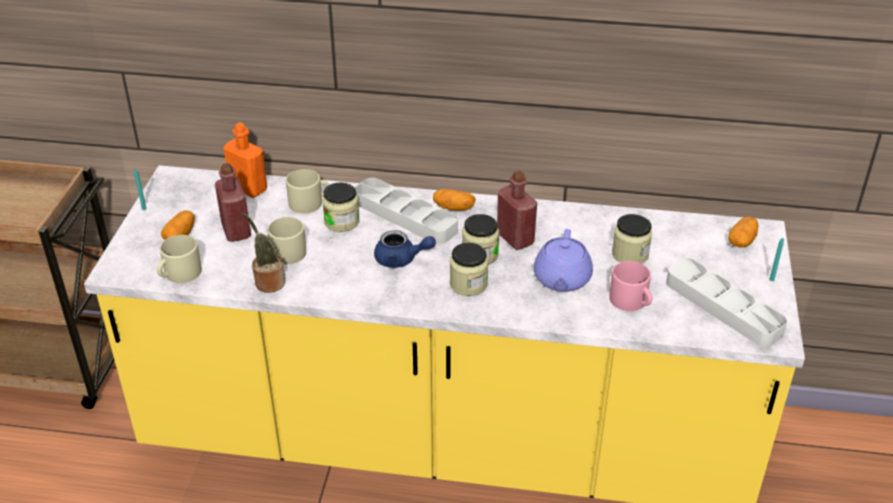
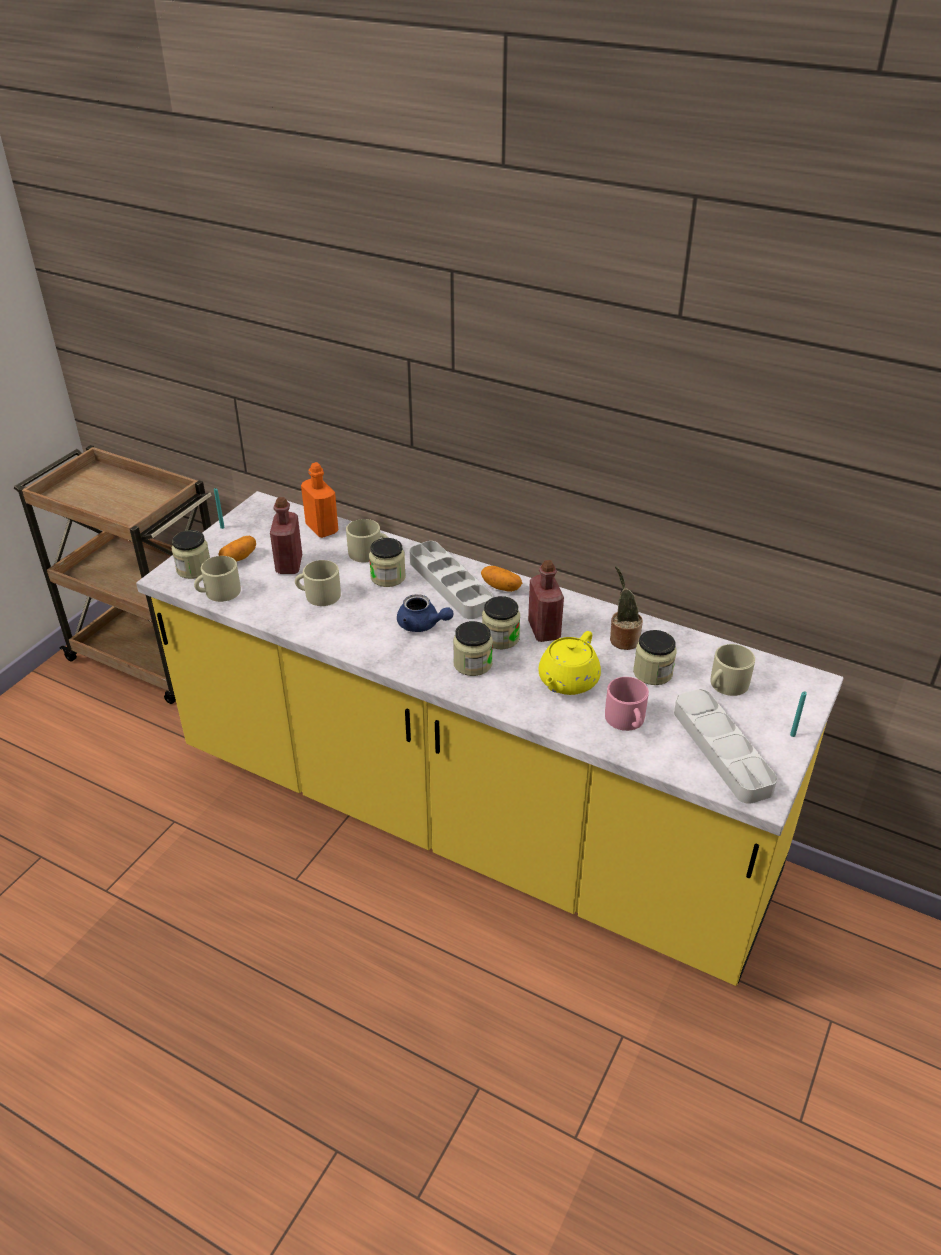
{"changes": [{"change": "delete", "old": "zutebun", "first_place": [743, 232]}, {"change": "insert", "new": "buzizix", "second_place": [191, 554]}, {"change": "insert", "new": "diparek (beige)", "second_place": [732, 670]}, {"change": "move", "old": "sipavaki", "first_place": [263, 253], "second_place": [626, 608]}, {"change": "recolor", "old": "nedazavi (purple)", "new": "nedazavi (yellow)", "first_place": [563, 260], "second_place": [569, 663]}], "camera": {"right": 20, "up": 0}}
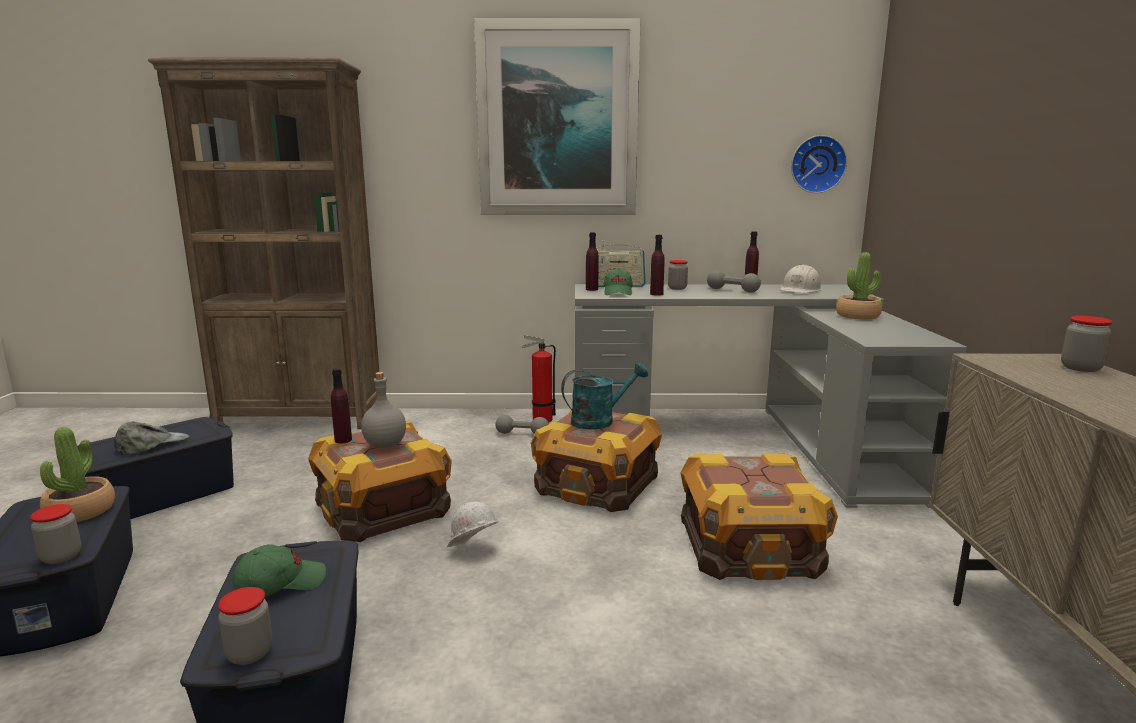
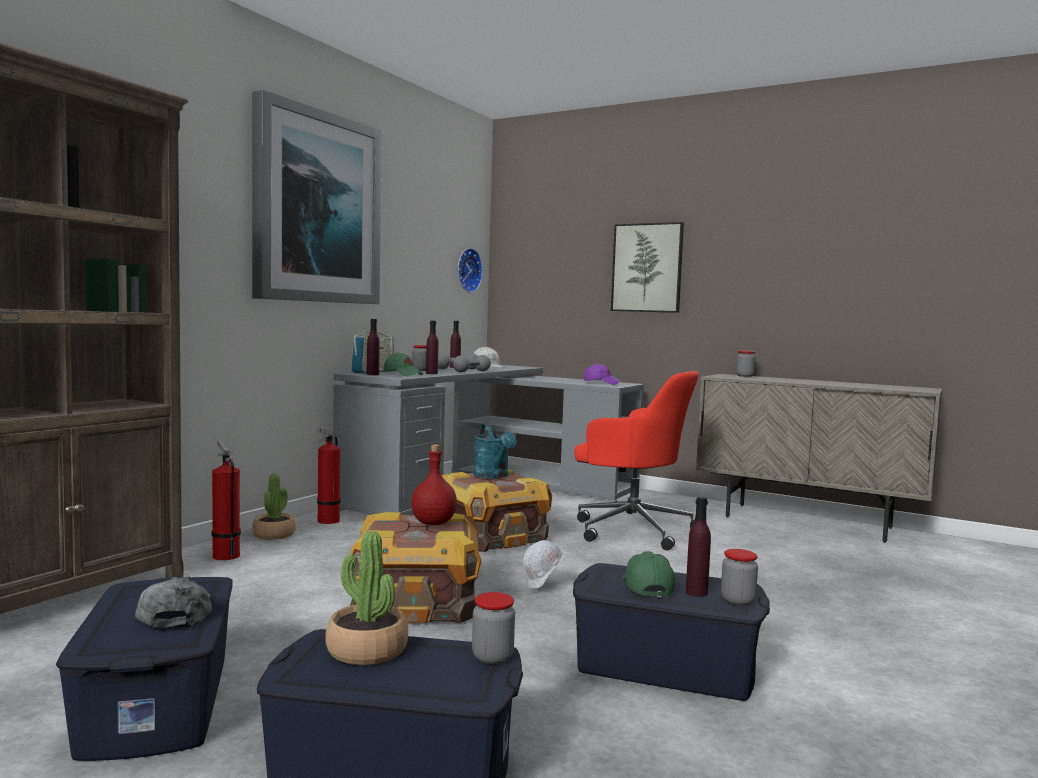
{"changes": [{"change": "insert", "new": "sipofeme", "second_place": [226, 500]}, {"change": "insert", "new": "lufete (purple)", "second_place": [602, 374]}, {"change": "insert", "new": "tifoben", "second_place": [647, 267]}, {"change": "move", "old": "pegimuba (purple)", "first_place": [341, 406], "second_place": [698, 547]}, {"change": "move", "old": "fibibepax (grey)", "first_place": [522, 424], "second_place": [472, 363]}, {"change": "move", "old": "sipavaki", "first_place": [859, 285], "second_place": [274, 506]}, {"change": "replace", "old": "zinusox", "new": "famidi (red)", "first_place": [759, 516], "second_place": [636, 460]}, {"change": "recolor", "old": "pegimuba (grey)", "new": "pegimuba (red)", "first_place": [383, 410], "second_place": [434, 484]}, {"change": "rotate", "old": "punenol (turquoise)", "first_place": [604, 396], "second_place": [494, 451], "degrees": 150}], "camera": {"right": -60, "up": -10}}
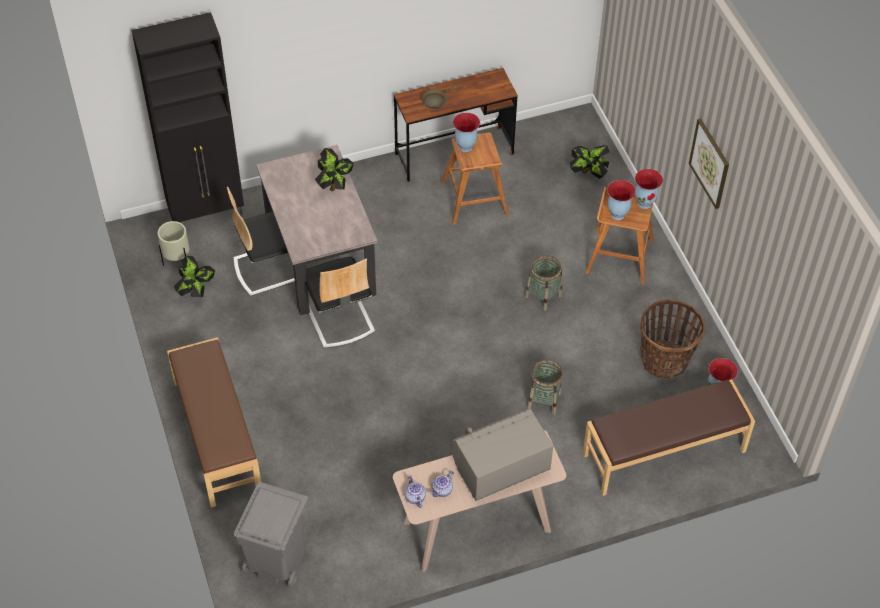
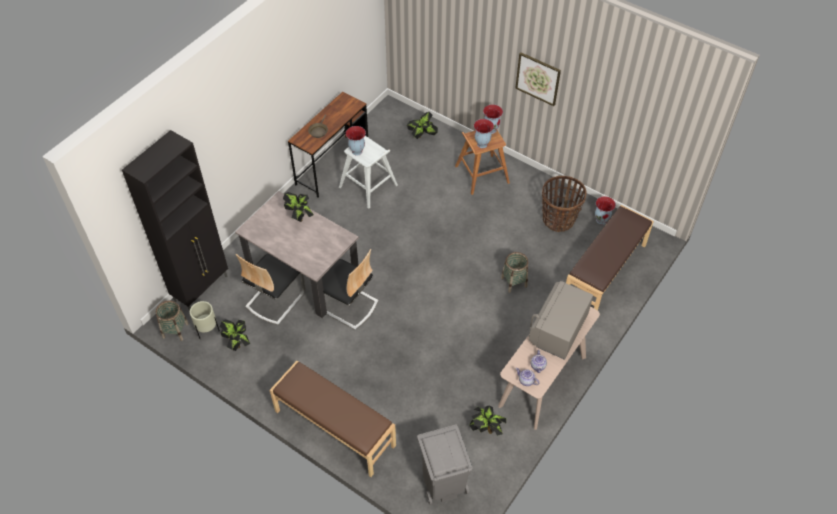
{"changes": [{"change": "insert", "new": "sipavaki", "second_place": [487, 421]}, {"change": "move", "old": "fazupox", "first_place": [543, 283], "second_place": [172, 321]}, {"change": "recolor", "old": "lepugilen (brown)", "new": "lepugilen (white)", "first_place": [475, 179], "second_place": [368, 172]}], "camera": {"right": -35, "up": 0}}
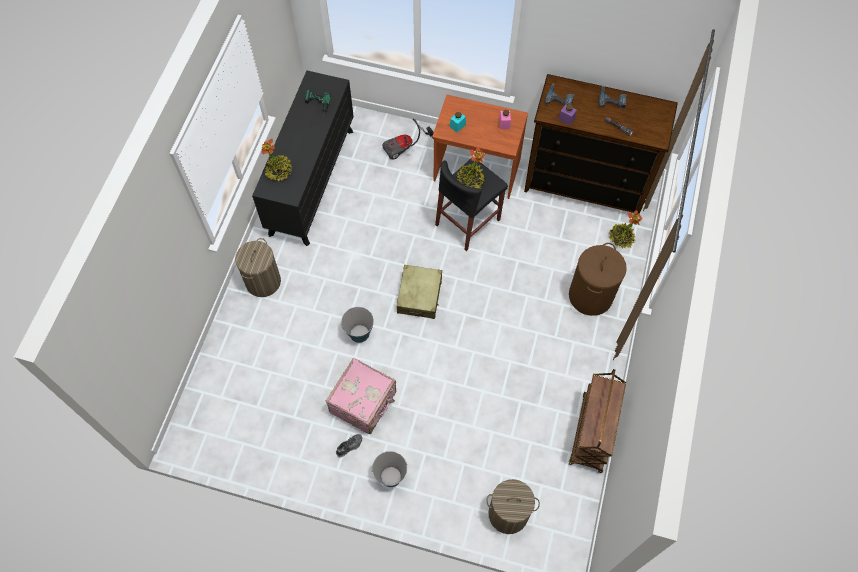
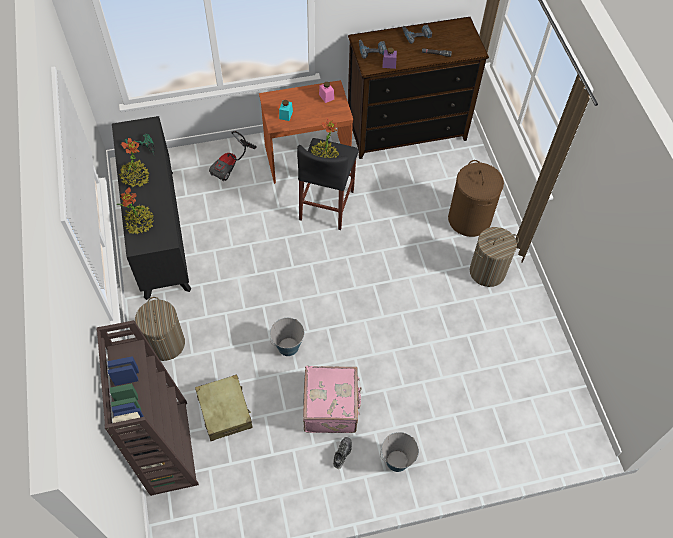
{"changes": [{"change": "delete", "old": "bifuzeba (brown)", "first_place": [597, 421]}, {"change": "insert", "new": "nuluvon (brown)", "second_place": [147, 408]}, {"change": "move", "old": "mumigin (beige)", "first_place": [419, 292], "second_place": [224, 408]}, {"change": "move", "old": "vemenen", "first_place": [513, 506], "second_place": [494, 257]}, {"change": "move", "old": "sipavaki", "first_place": [626, 229], "second_place": [134, 162]}], "camera": {"right": -30, "up": -5}}
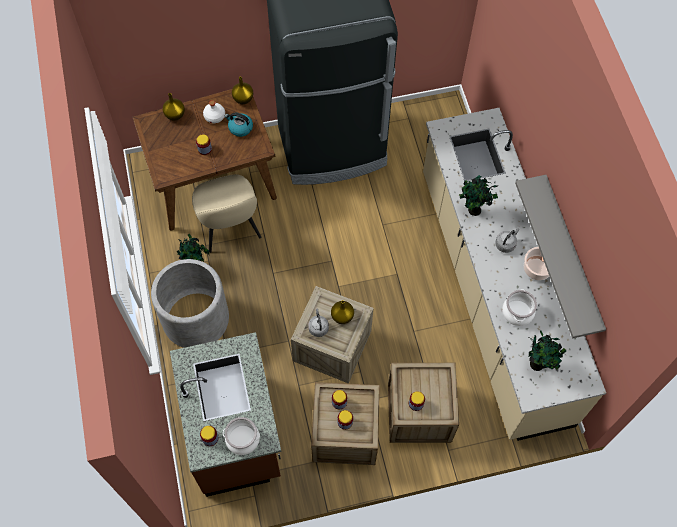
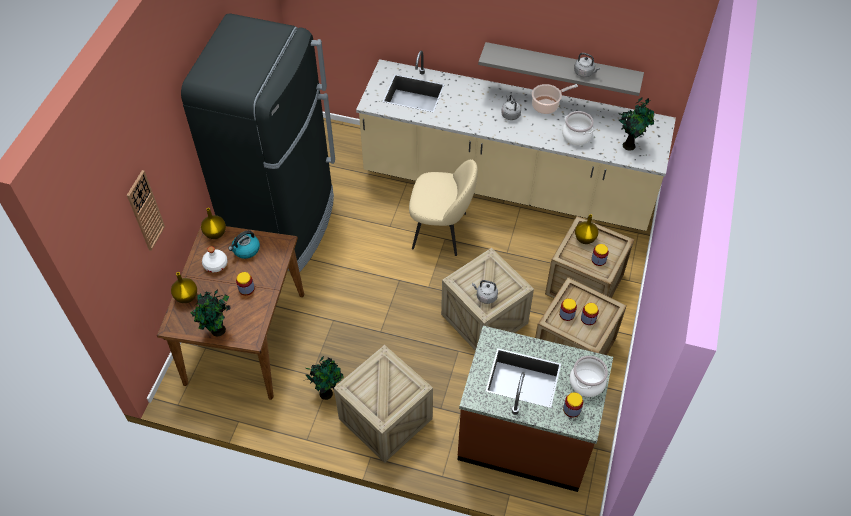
{"changes": [{"change": "insert", "new": "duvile", "second_place": [146, 210]}, {"change": "insert", "new": "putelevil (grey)", "second_place": [587, 65]}, {"change": "move", "old": "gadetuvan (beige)", "first_place": [226, 213], "second_place": [443, 207]}, {"change": "move", "old": "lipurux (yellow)", "first_place": [342, 312], "second_place": [586, 229]}, {"change": "move", "old": "sipavaki", "first_place": [478, 195], "second_place": [210, 312]}, {"change": "replace", "old": "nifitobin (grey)", "new": "zinusox", "first_place": [190, 303], "second_place": [383, 404]}], "camera": {"right": -60, "up": -10}}
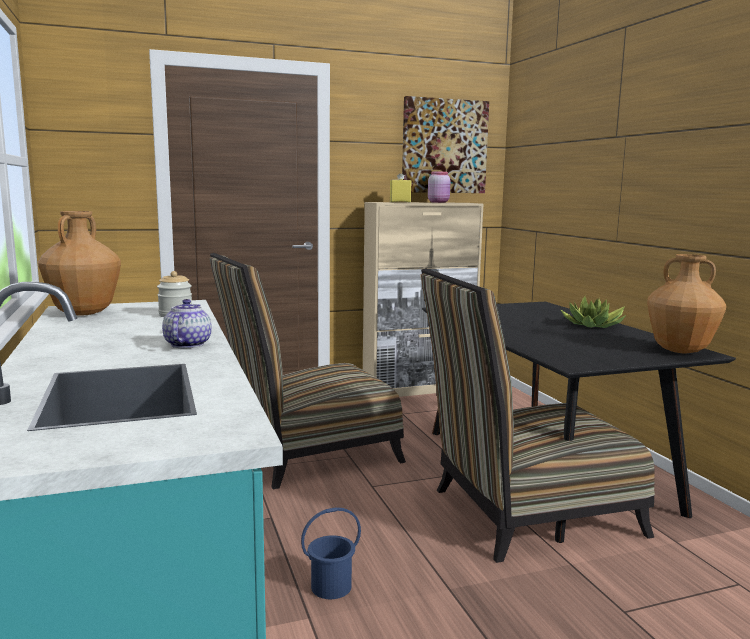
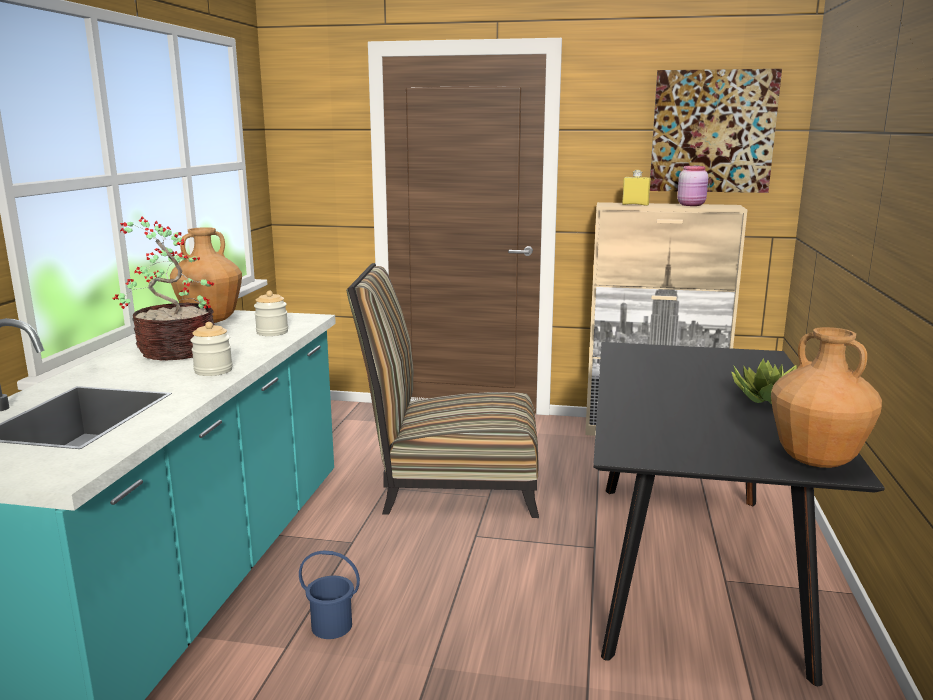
{"changes": [{"change": "delete", "old": "gadetuvan", "first_place": [538, 415]}, {"change": "insert", "new": "sipavaki", "second_place": [163, 288]}, {"change": "replace", "old": "nedazavi", "new": "buzizix", "first_place": [187, 323], "second_place": [212, 349]}], "camera": {"right": 30, "up": 5}}
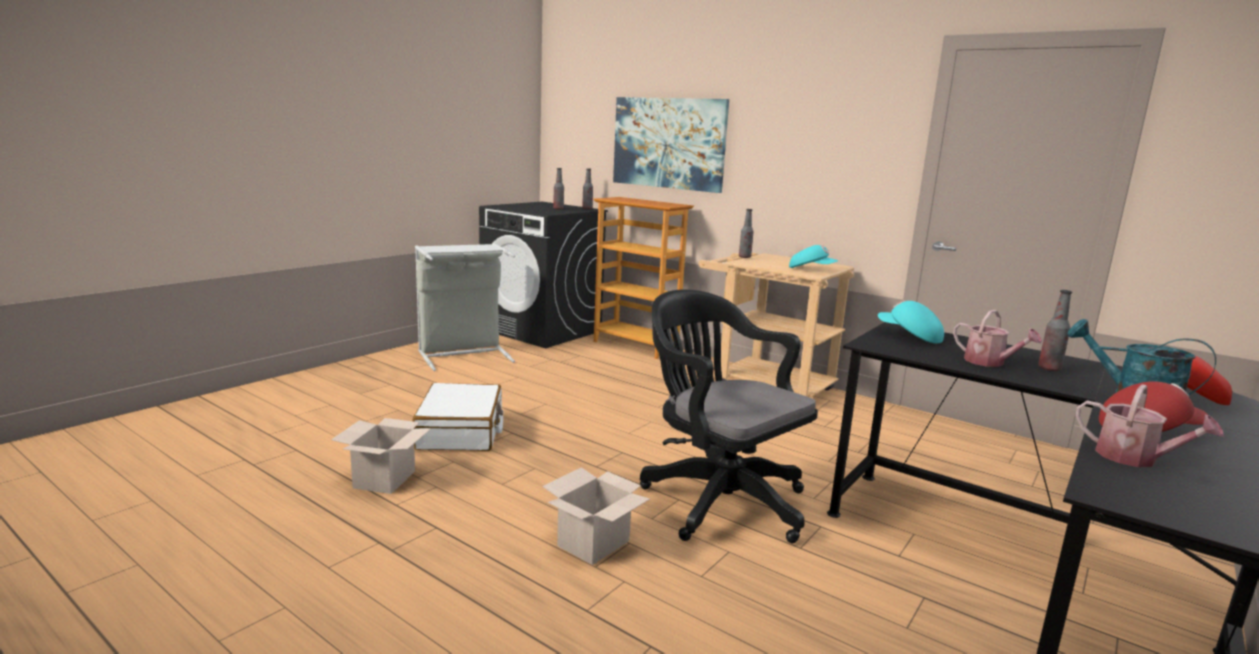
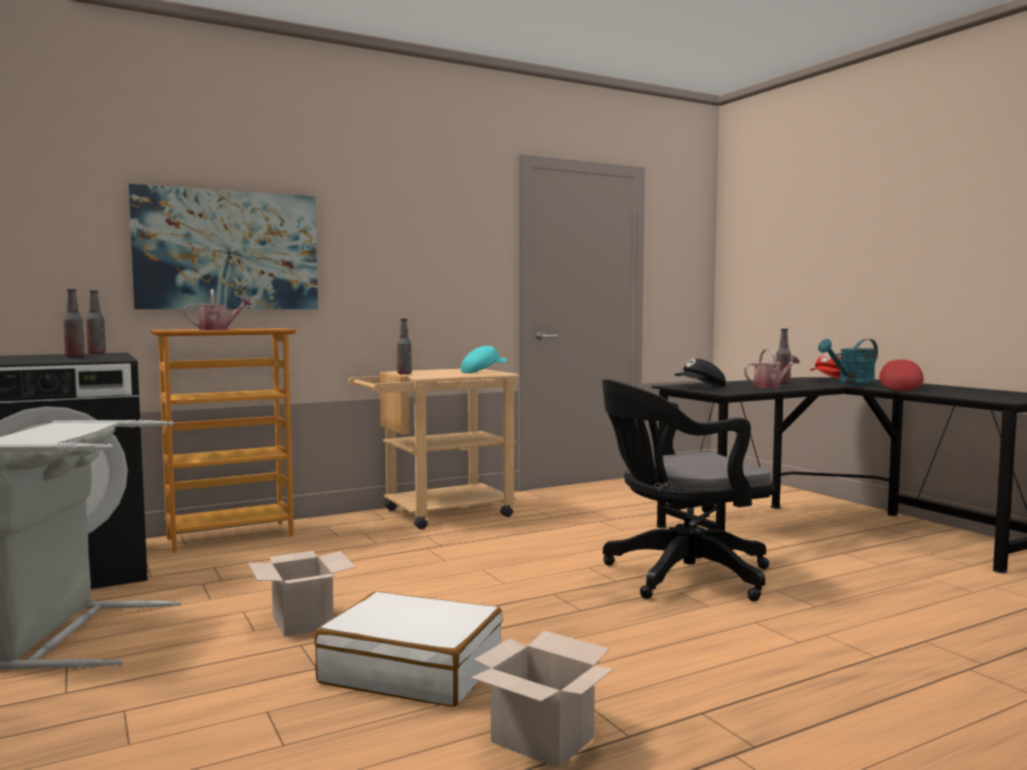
{"changes": [{"change": "move", "old": "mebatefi", "first_place": [596, 516], "second_place": [302, 594]}, {"change": "move", "old": "punenol", "first_place": [1150, 425], "second_place": [217, 309]}, {"change": "recolor", "old": "lufete (turquoise)", "new": "lufete (black)", "first_place": [911, 321], "second_place": [700, 373]}], "camera": {"right": -65, "up": -10}}
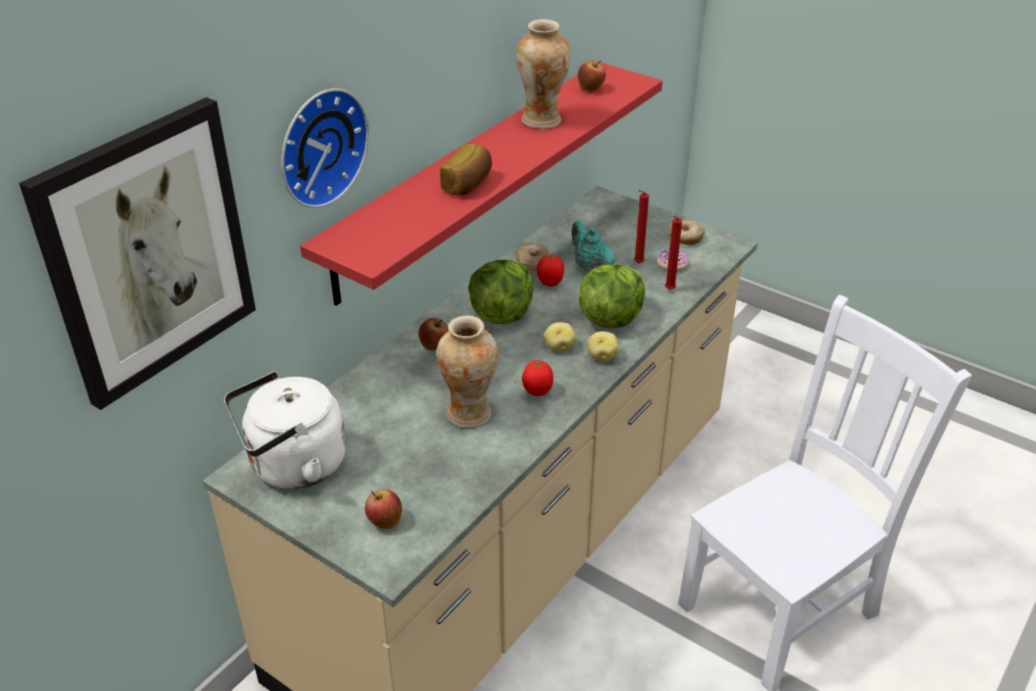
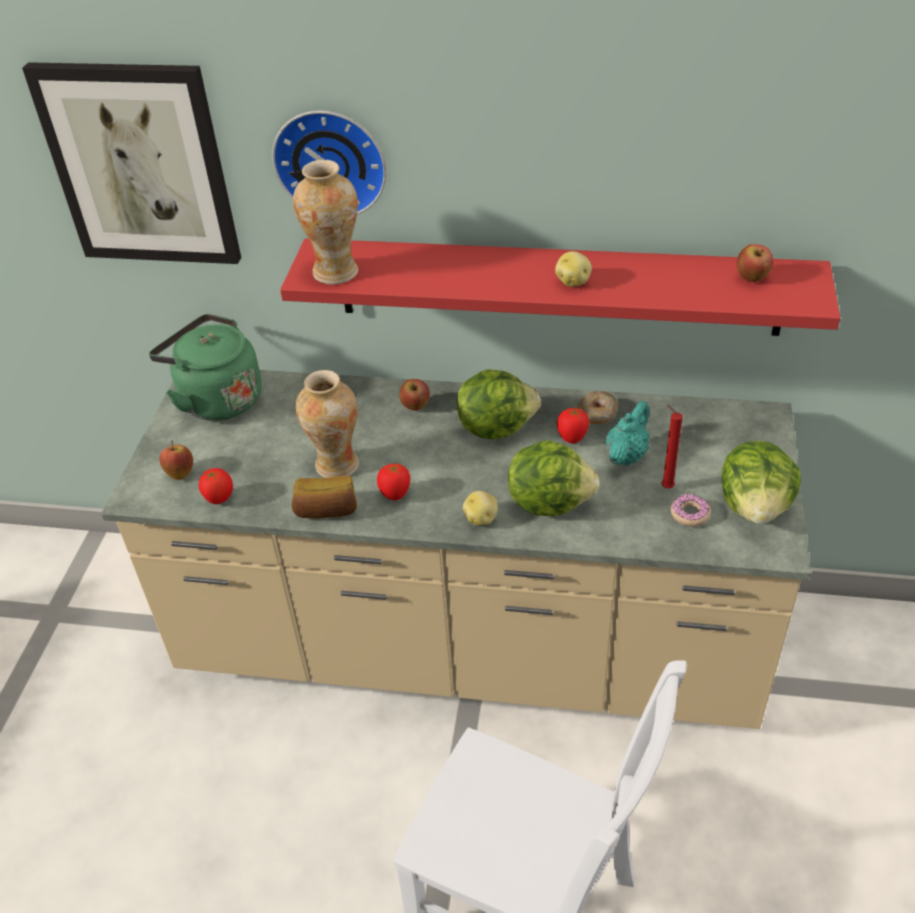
{"changes": [{"change": "delete", "old": "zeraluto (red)", "first_place": [673, 253]}, {"change": "insert", "new": "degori", "second_place": [216, 486]}, {"change": "move", "old": "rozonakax", "first_place": [466, 170], "second_place": [324, 496]}, {"change": "move", "old": "lipurux", "first_place": [543, 74], "second_place": [325, 222]}, {"change": "move", "old": "zutebun", "first_place": [560, 337], "second_place": [573, 269]}, {"change": "replace", "old": "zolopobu", "new": "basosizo", "first_place": [686, 233], "second_place": [761, 482]}, {"change": "recolor", "old": "putelevil (white)", "new": "putelevil (green)", "first_place": [285, 430], "second_place": [205, 367]}], "camera": {"right": 65, "up": 5}}
